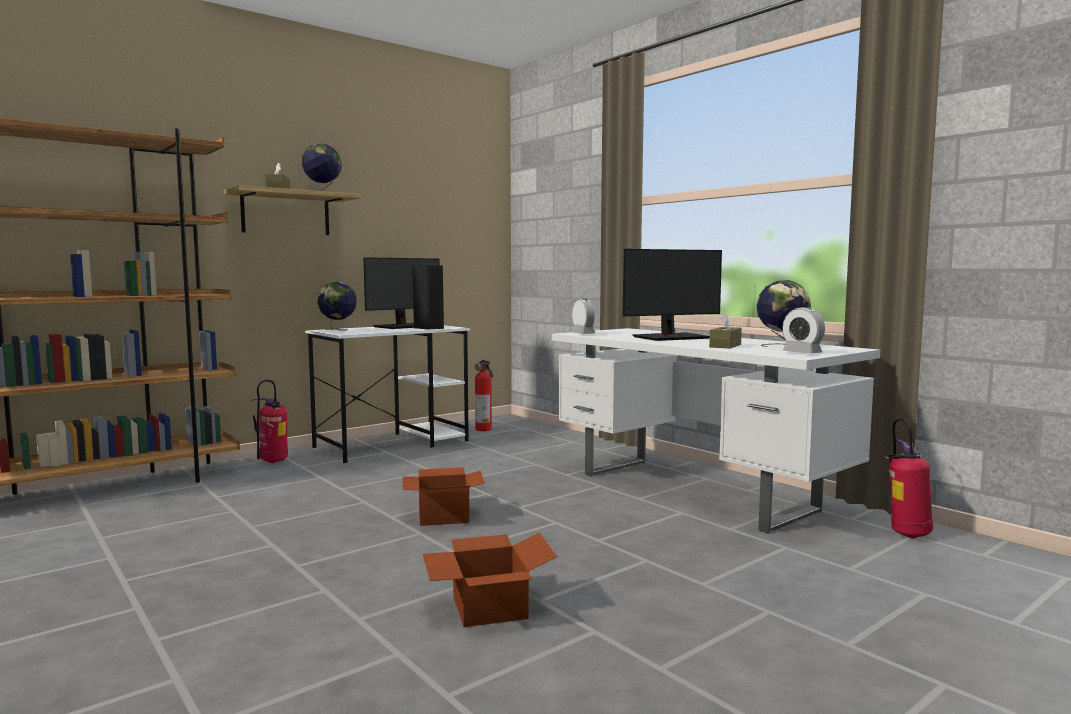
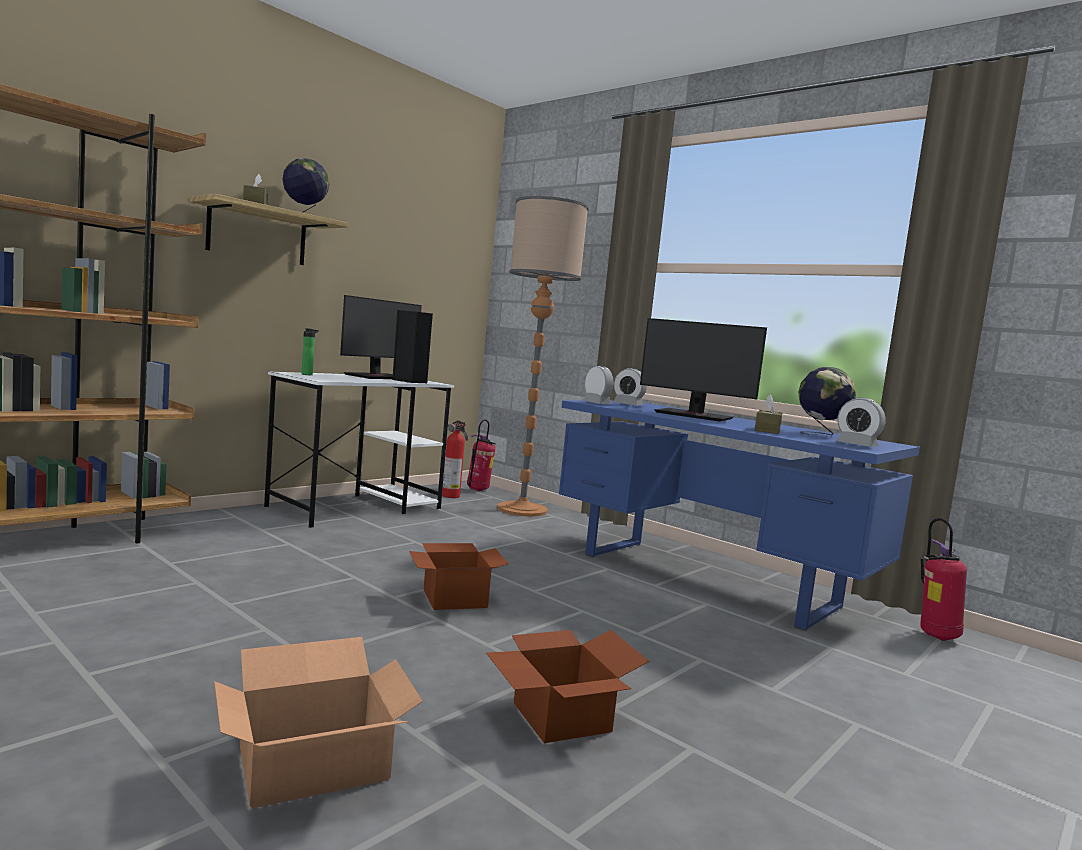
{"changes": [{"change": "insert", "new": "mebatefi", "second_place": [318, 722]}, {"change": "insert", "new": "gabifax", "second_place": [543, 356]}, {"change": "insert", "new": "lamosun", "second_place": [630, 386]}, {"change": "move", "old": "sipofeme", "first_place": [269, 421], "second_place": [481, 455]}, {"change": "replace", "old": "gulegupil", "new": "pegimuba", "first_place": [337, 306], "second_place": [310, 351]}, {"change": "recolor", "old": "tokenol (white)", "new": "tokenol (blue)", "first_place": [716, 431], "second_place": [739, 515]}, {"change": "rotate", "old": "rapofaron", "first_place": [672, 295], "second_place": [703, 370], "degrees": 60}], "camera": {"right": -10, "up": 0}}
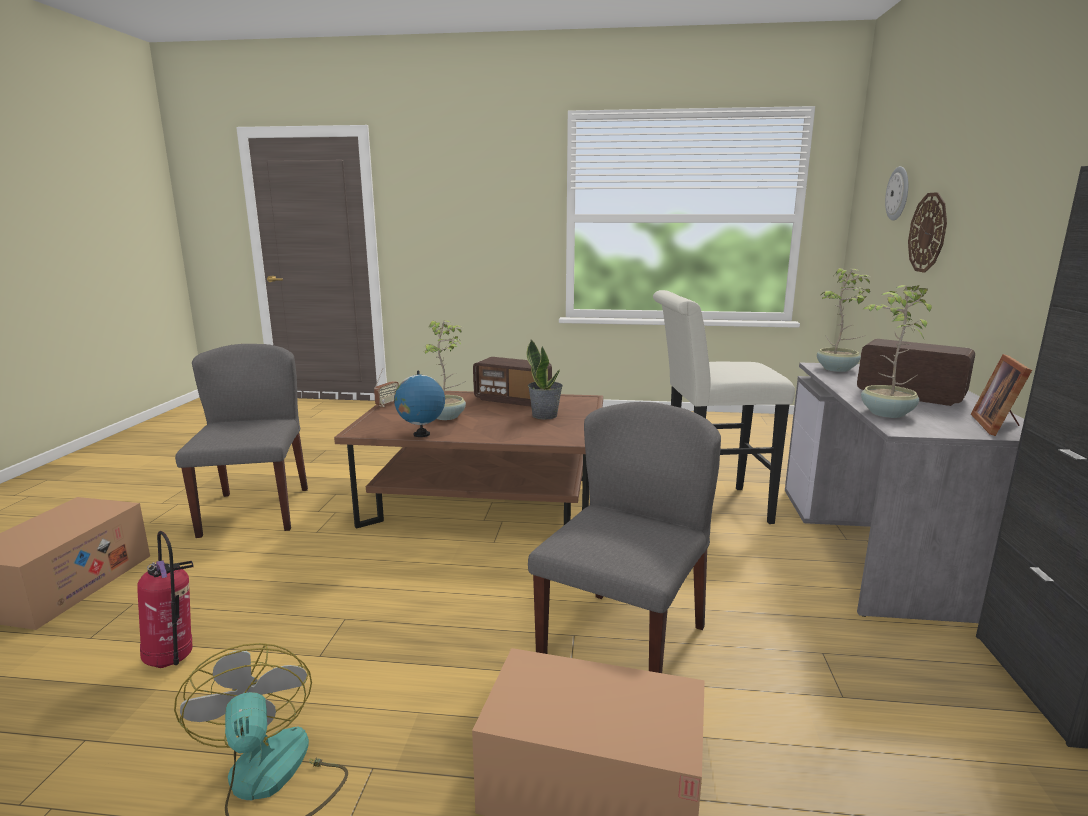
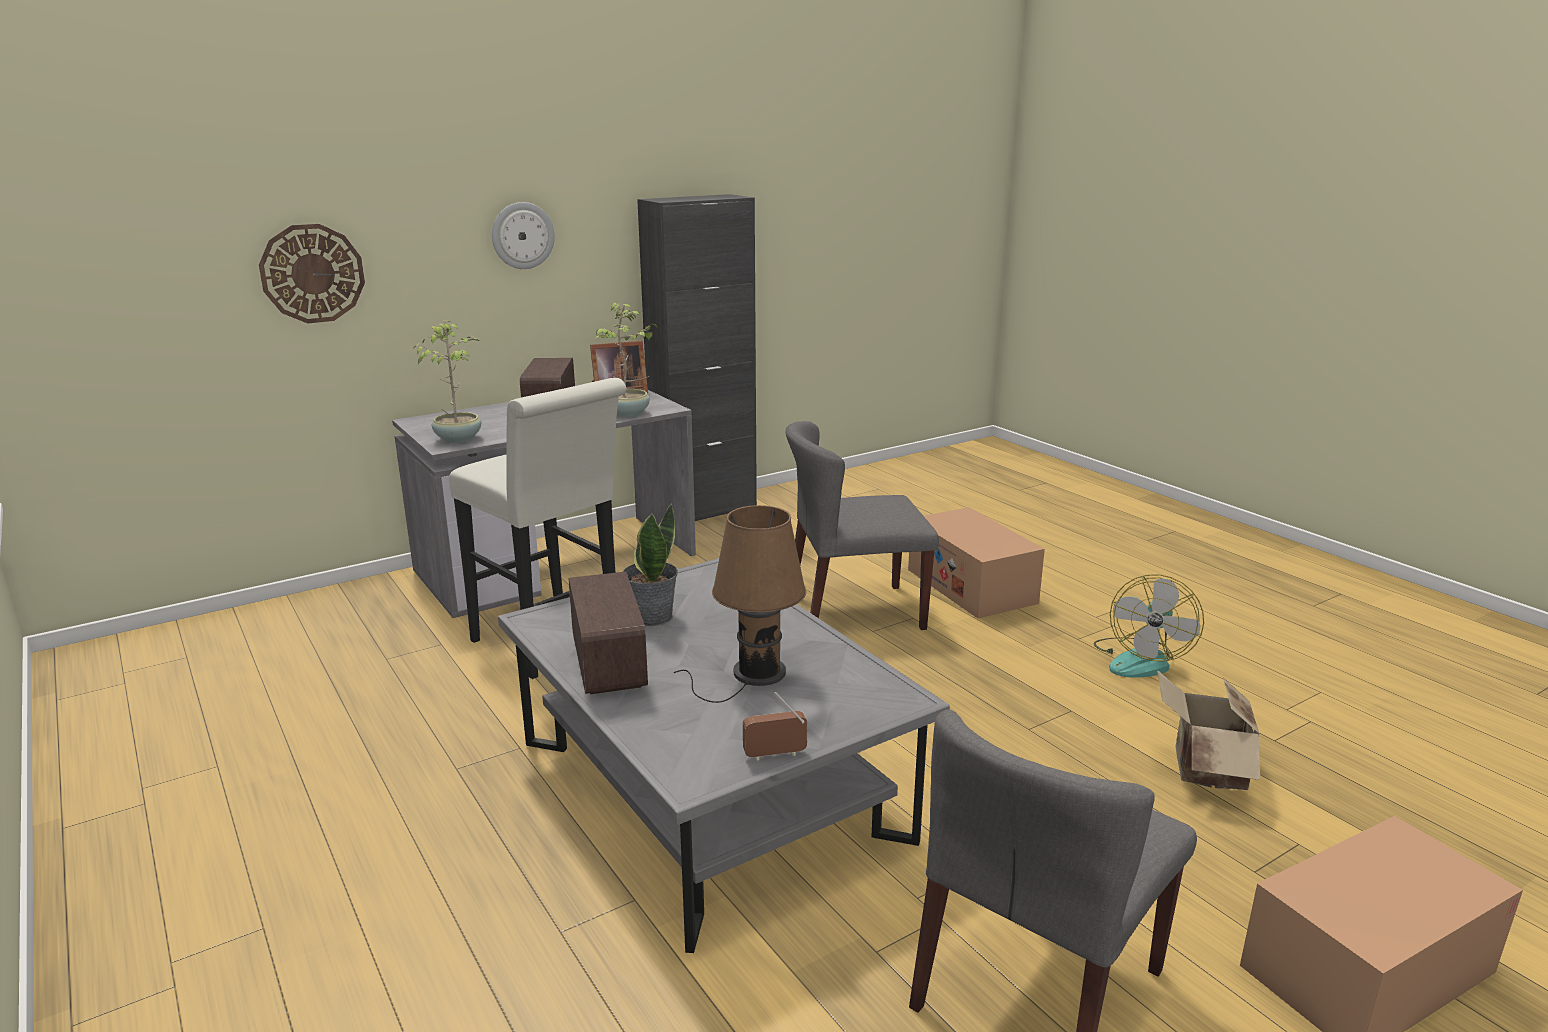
{"changes": [{"change": "delete", "old": "gulegupil", "first_place": [419, 404]}, {"change": "move", "old": "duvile", "first_place": [896, 193], "second_place": [523, 235]}, {"change": "replace", "old": "sipofeme", "new": "mebatefi", "first_place": [165, 599], "second_place": [1208, 730]}, {"change": "replace", "old": "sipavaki", "new": "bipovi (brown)", "first_place": [444, 370], "second_place": [740, 604]}, {"change": "recolor", "old": "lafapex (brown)", "new": "lafapex (grey)", "first_place": [468, 460], "second_place": [724, 755]}], "camera": {"right": -130, "up": 5}}
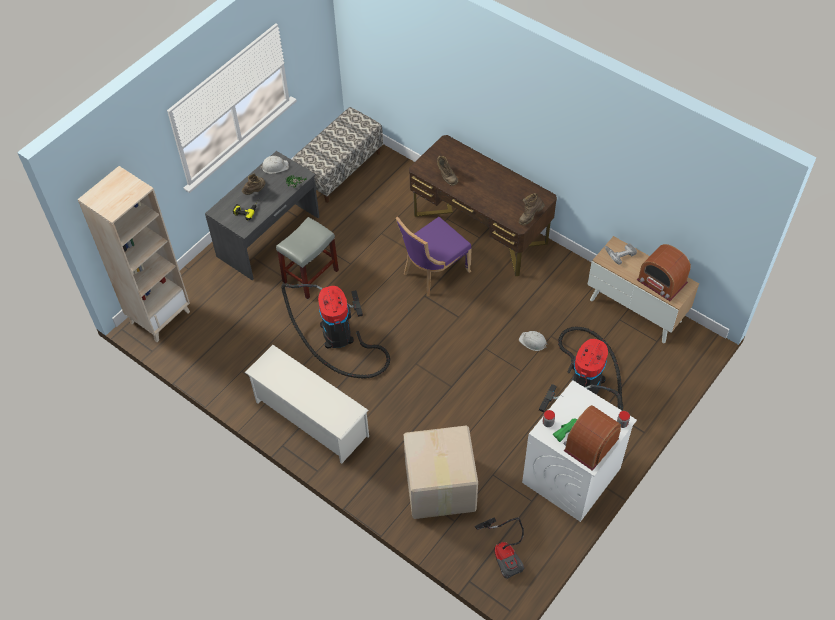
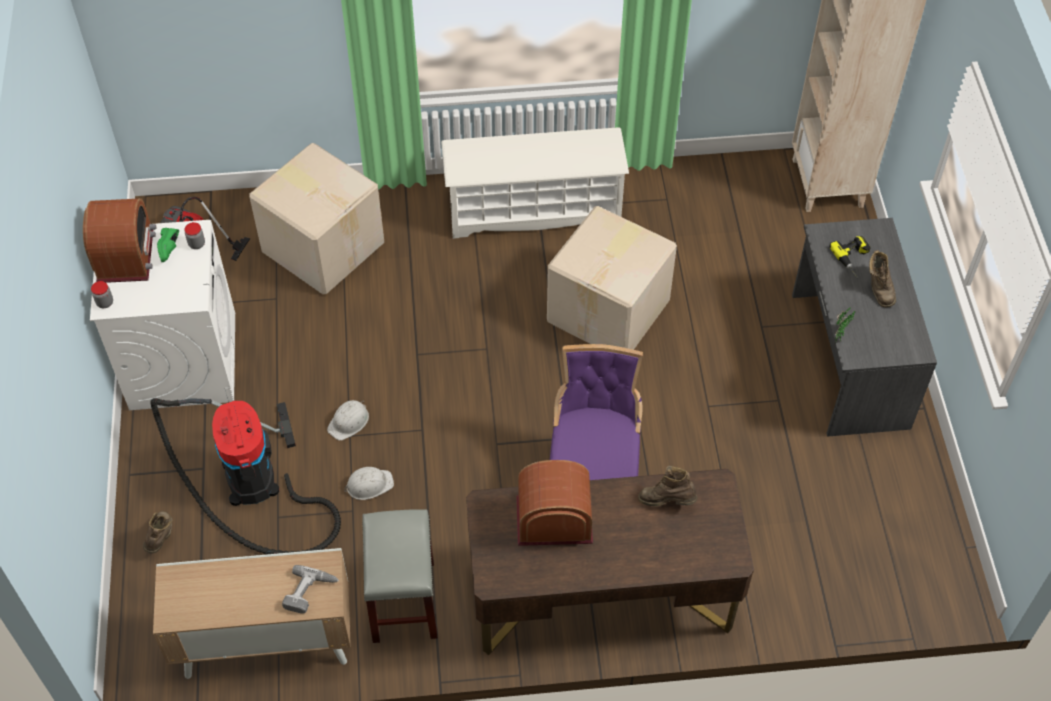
{"changes": [{"change": "delete", "old": "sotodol", "first_place": [338, 155]}, {"change": "move", "old": "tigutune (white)", "first_place": [274, 165], "second_place": [348, 420]}, {"change": "move", "old": "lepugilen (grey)", "first_place": [307, 258], "second_place": [400, 576]}, {"change": "move", "old": "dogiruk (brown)", "first_place": [532, 209], "second_place": [158, 532]}, {"change": "move", "old": "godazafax", "first_place": [664, 272], "second_place": [554, 503]}, {"change": "replace", "old": "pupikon", "new": "mebatefi", "first_place": [335, 331], "second_place": [612, 278]}], "camera": {"right": 135, "up": 0}}
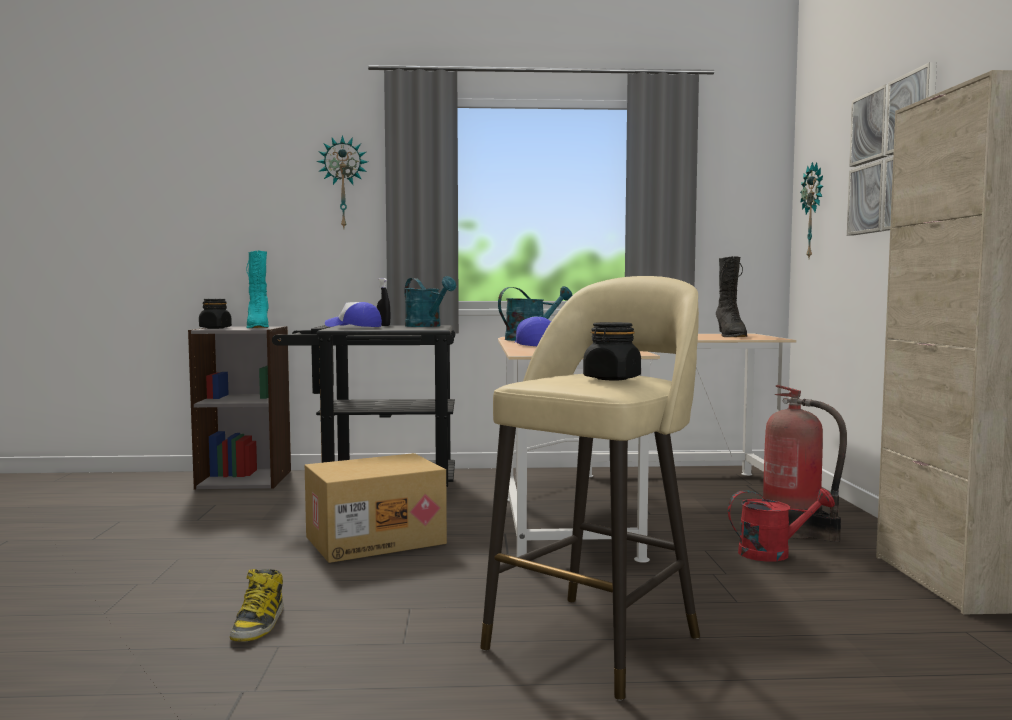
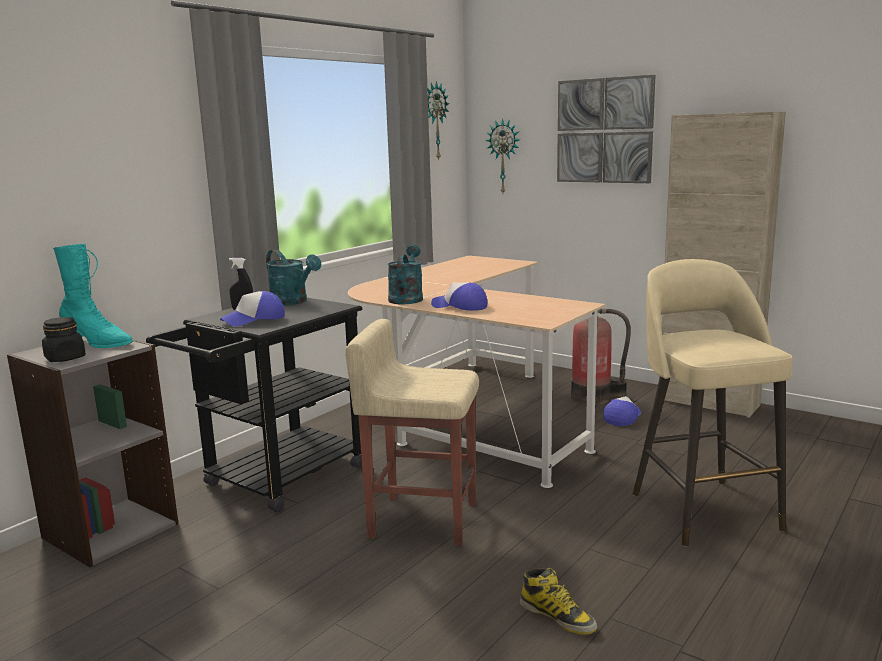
{"changes": [{"change": "delete", "old": "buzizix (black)", "first_place": [612, 351]}, {"change": "delete", "old": "dogiruk (black)", "first_place": [731, 296]}, {"change": "move", "old": "duvile", "first_place": [342, 181], "second_place": [438, 121]}, {"change": "replace", "old": "mebatefi", "new": "lepugilen (beige)", "first_place": [376, 508], "second_place": [412, 432]}, {"change": "replace", "old": "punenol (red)", "new": "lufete", "first_place": [781, 525], "second_place": [622, 411]}, {"change": "rotate", "old": "punenol (turquoise)", "first_place": [430, 301], "second_place": [293, 277], "degrees": 45}], "camera": {"right": -50, "up": 10}}
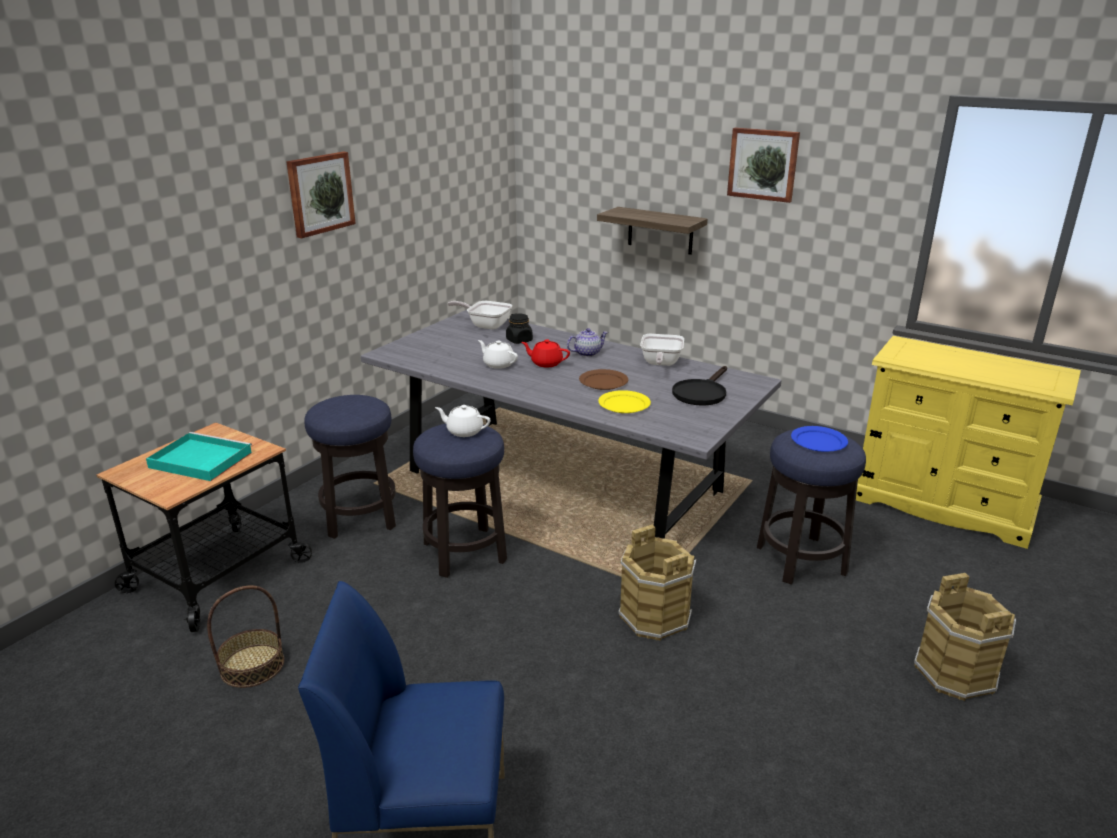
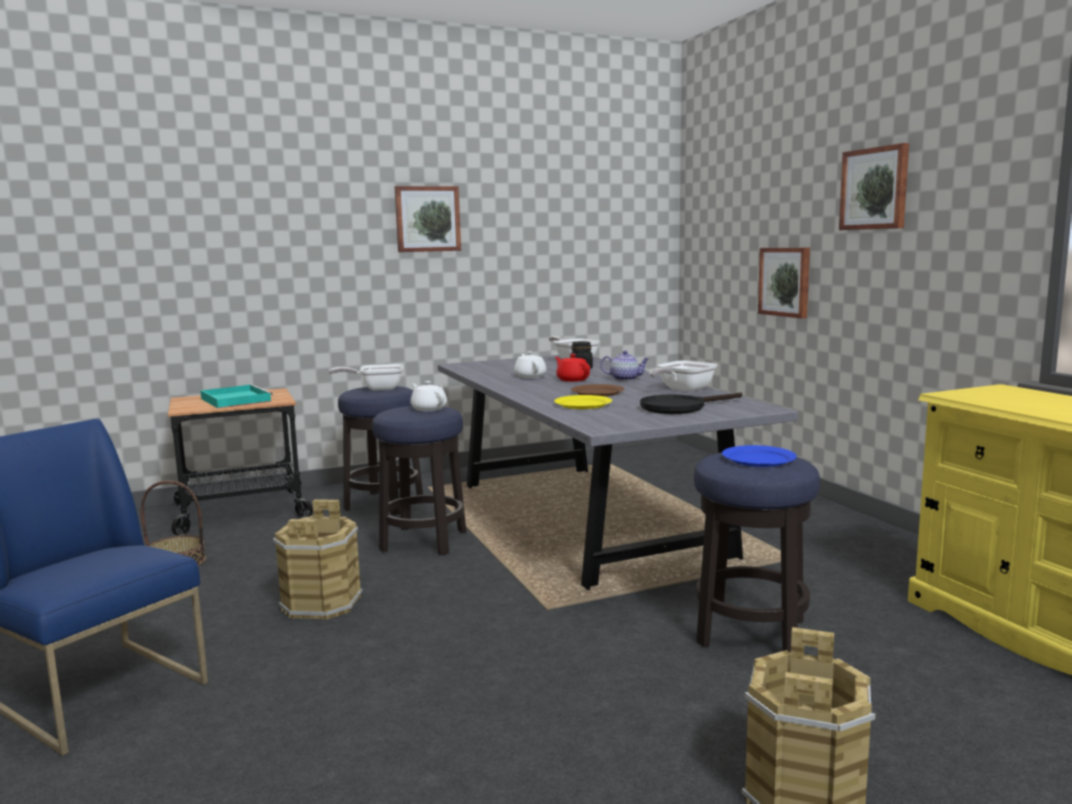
{"changes": [{"change": "insert", "new": "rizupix", "second_place": [366, 377]}, {"change": "move", "old": "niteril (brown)", "first_place": [657, 583], "second_place": [317, 559]}, {"change": "replace", "old": "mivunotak", "new": "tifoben", "first_place": [652, 231], "second_place": [784, 283]}], "camera": {"right": 35, "up": -15}}
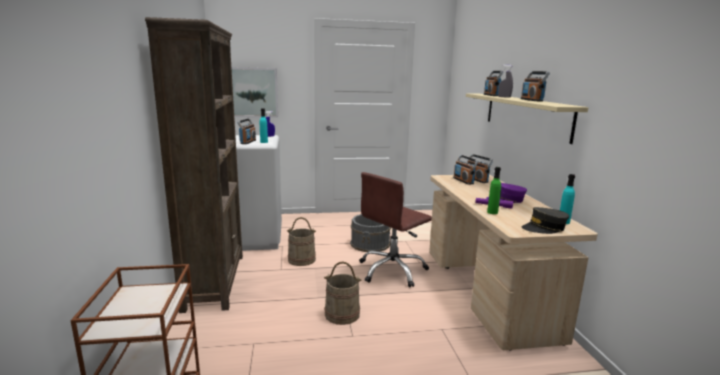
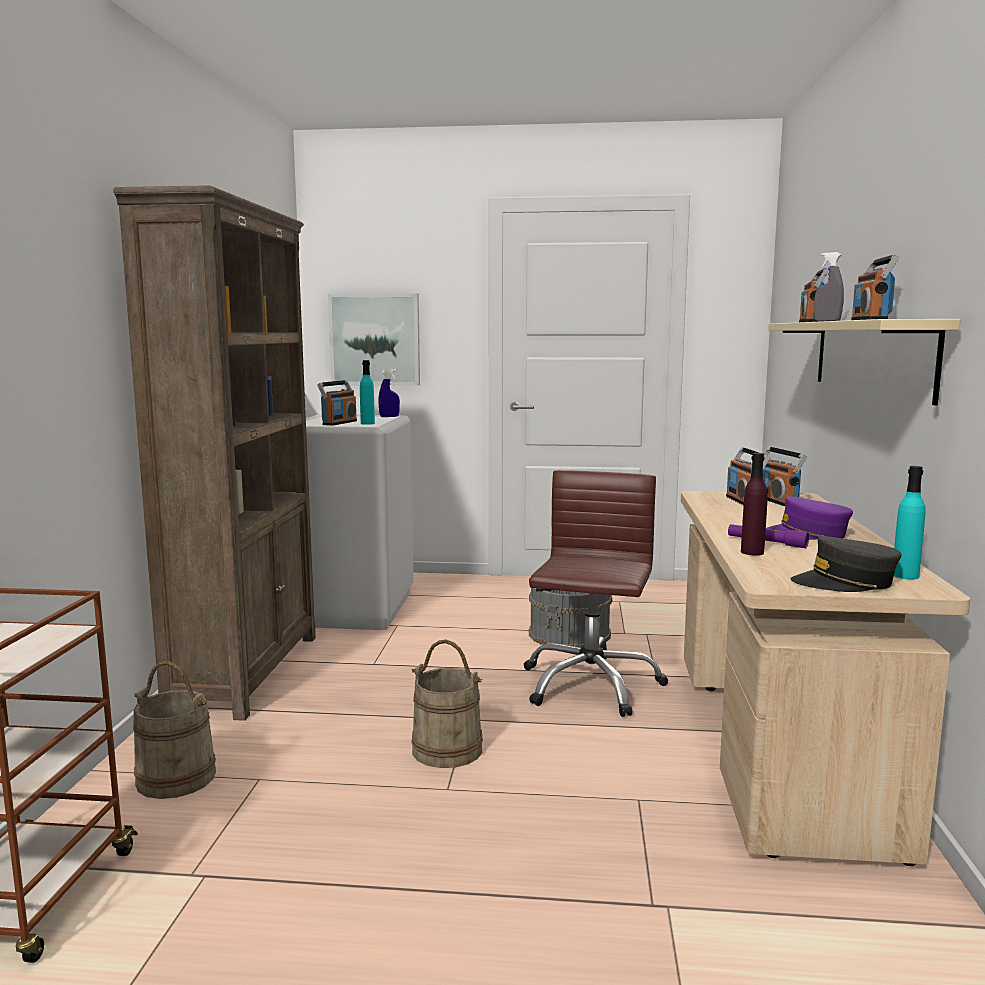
{"changes": [{"change": "move", "old": "niteril (beige)", "first_place": [301, 241], "second_place": [174, 730]}, {"change": "recolor", "old": "pegimuba (green)", "new": "pegimuba (purple)", "first_place": [494, 190], "second_place": [754, 504]}, {"change": "rotate", "old": "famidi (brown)", "first_place": [395, 229], "second_place": [596, 593], "degrees": 135}], "camera": {"right": 15, "up": -5}}
